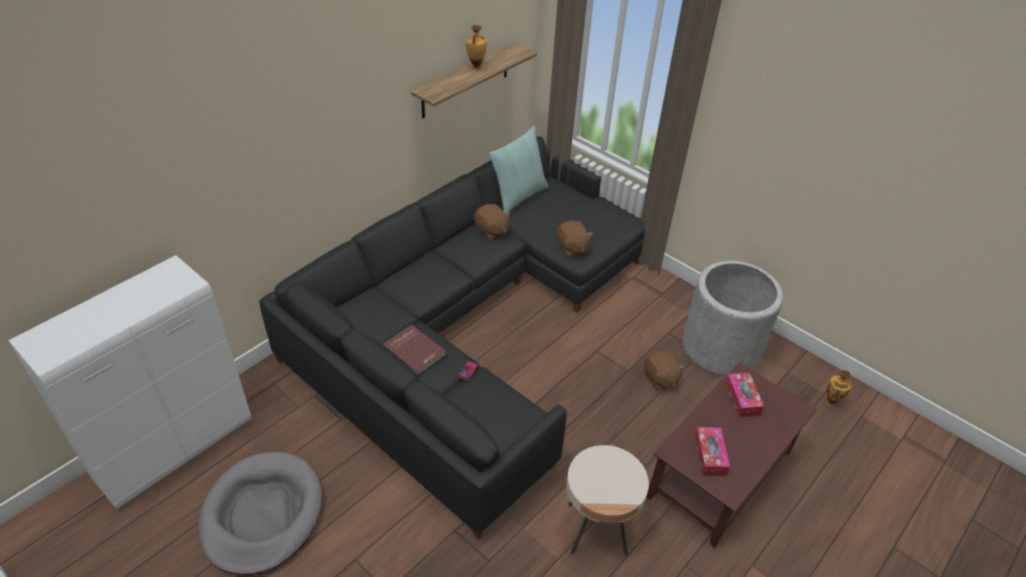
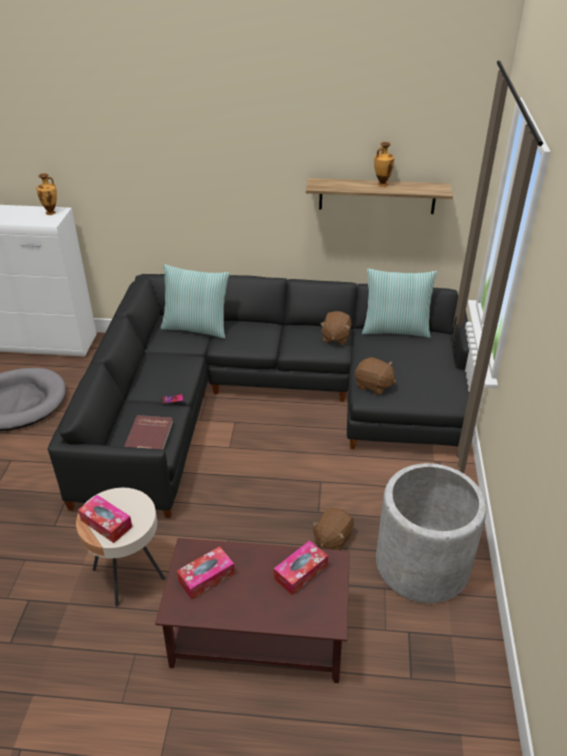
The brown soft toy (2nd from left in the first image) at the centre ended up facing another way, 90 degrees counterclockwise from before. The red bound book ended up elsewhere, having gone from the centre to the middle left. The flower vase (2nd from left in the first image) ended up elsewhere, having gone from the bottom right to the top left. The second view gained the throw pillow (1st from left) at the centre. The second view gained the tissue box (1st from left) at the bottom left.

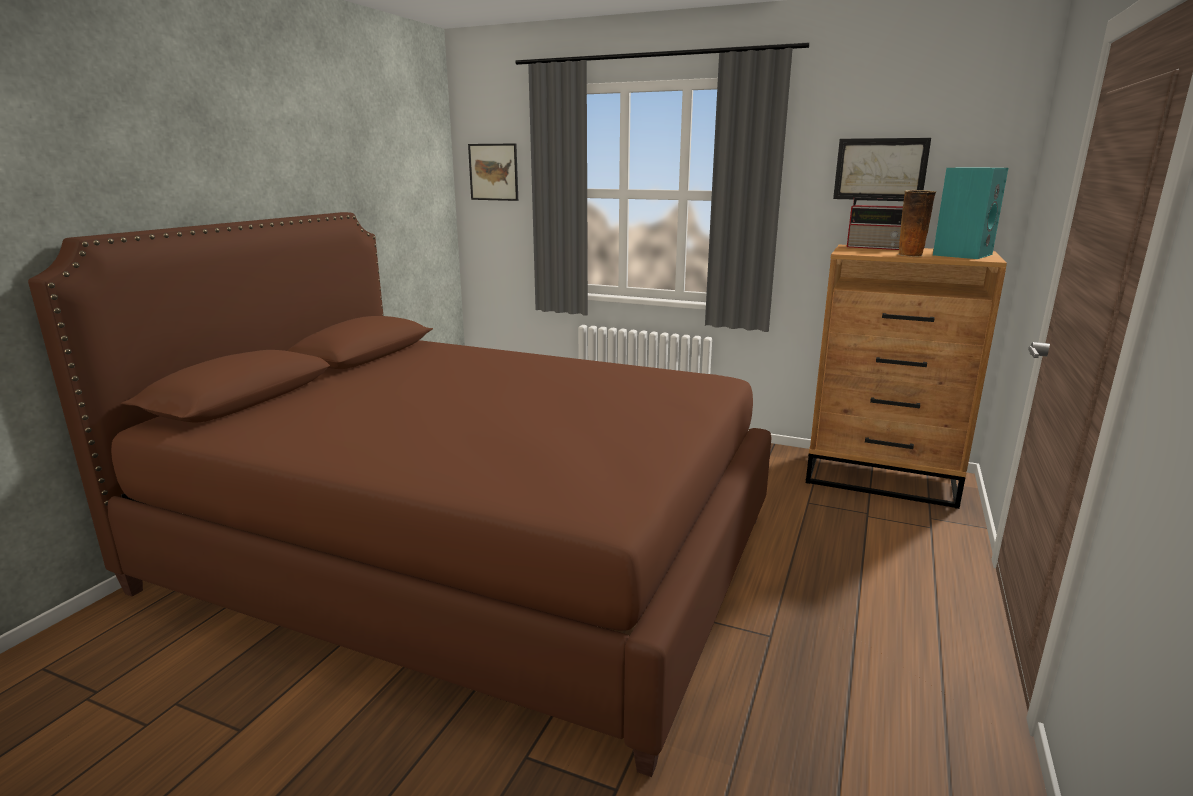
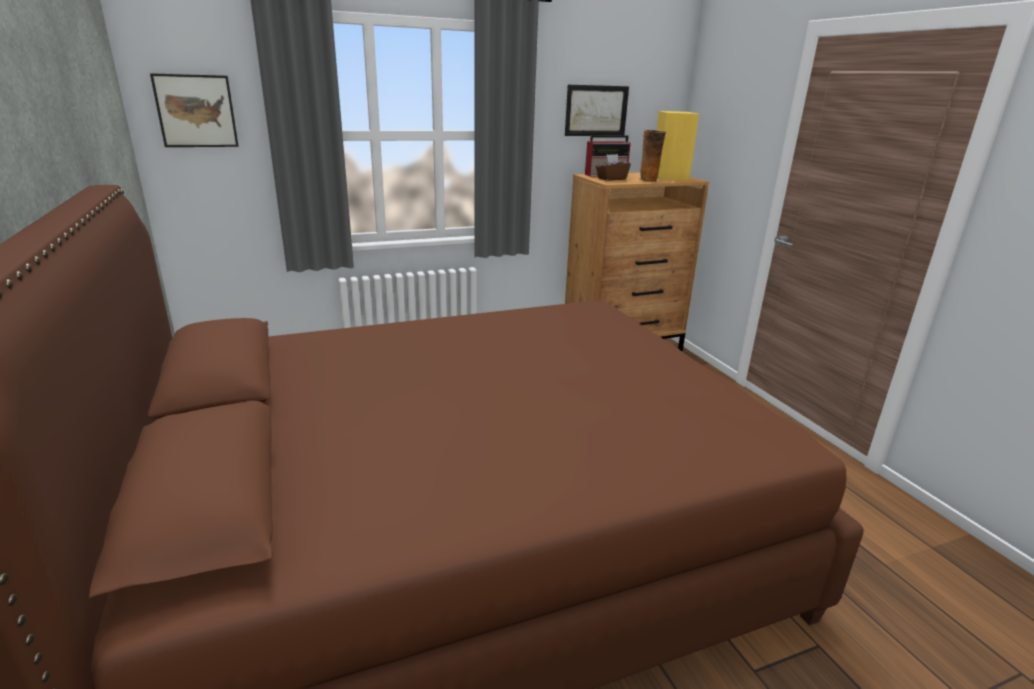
What was the turquoise-coloured loudspeaker at the top right turned into the yellow-coloured loudspeaker at the top centre. The second view gained the brown tissue box at the top centre.

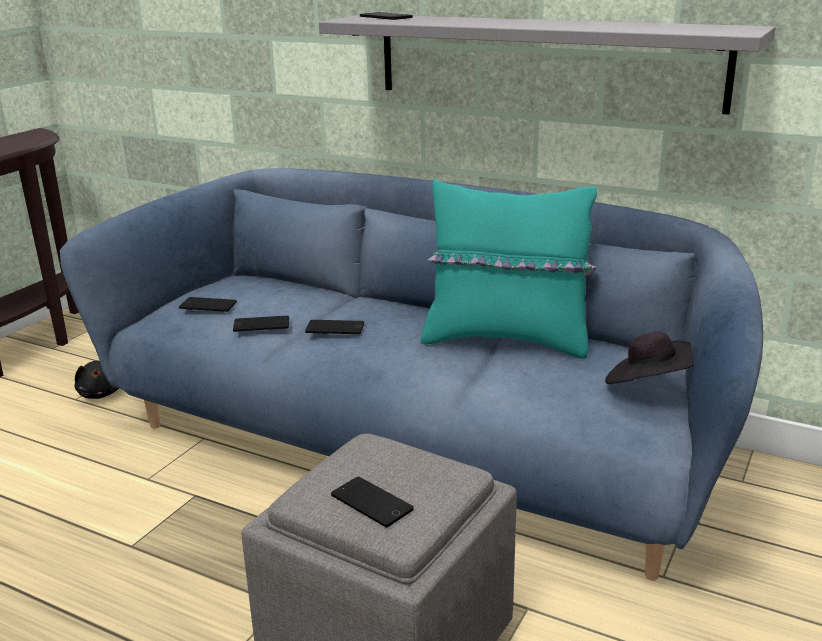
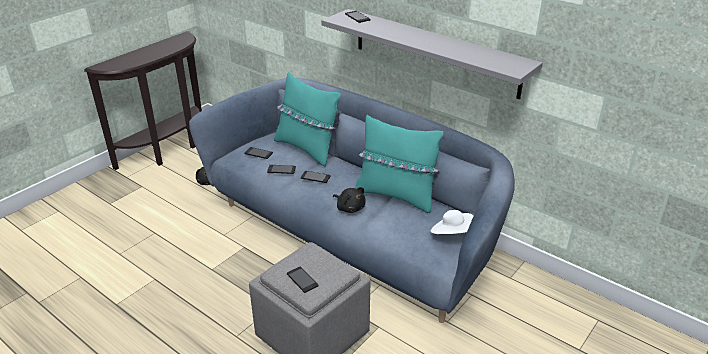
What was the black wearable hat at the middle right turned into the whitish wearable hat at the centre. The second view gained the turquoise-coloured throw pillow (1st from left) at the centre. The second view gained the black soft toy (2nd from left) at the centre.

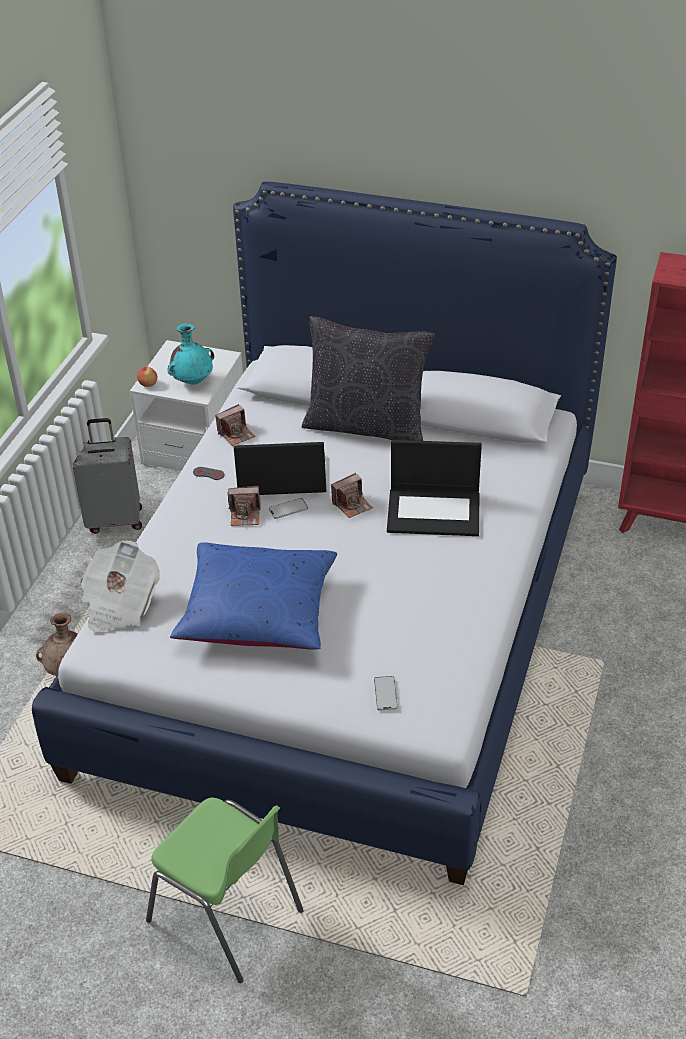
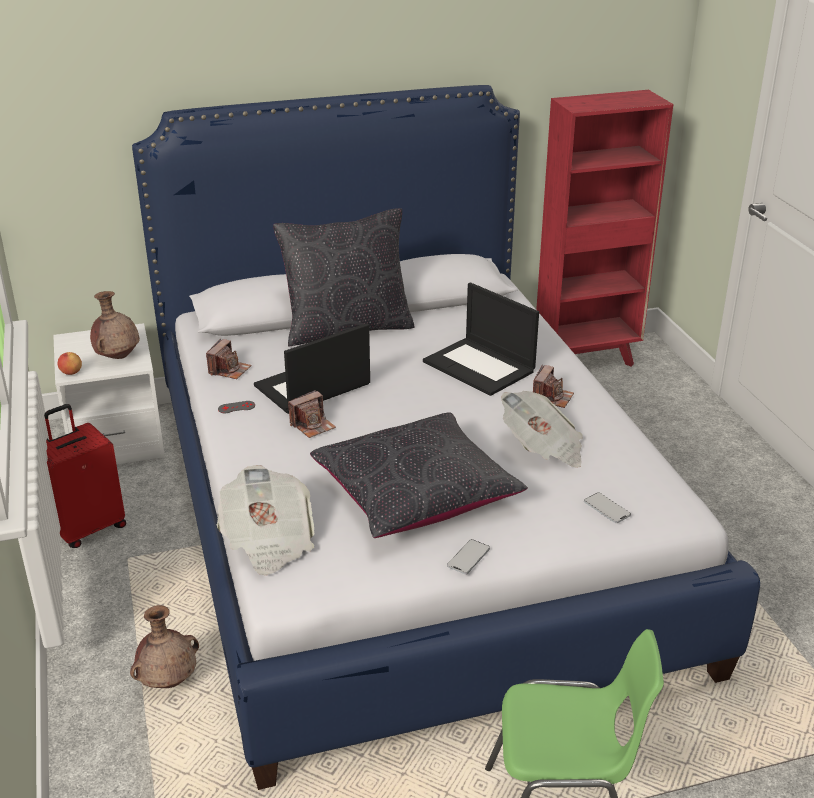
What was the turquoise-coloured flower vase at the middle left turned into the brown flower vase (1st from left) at the middle left. What was the greyish suitcase at the middle left turned into the red suitcase at the middle left. The laptop (2nd from left) at the centre ended up facing another way, 75 degrees clockwise from before. The photo camera (3rd from left) ended up elsewhere, having gone from the centre to the middle right. The telephone (1st from left) ended up elsewhere, having gone from the centre to the bottom centre. What was the blue-coloured throw pillow at the centre turned into the black throw pillow (2nd from left) at the centre. The second view gained the newspaper (2nd from left) at the centre.

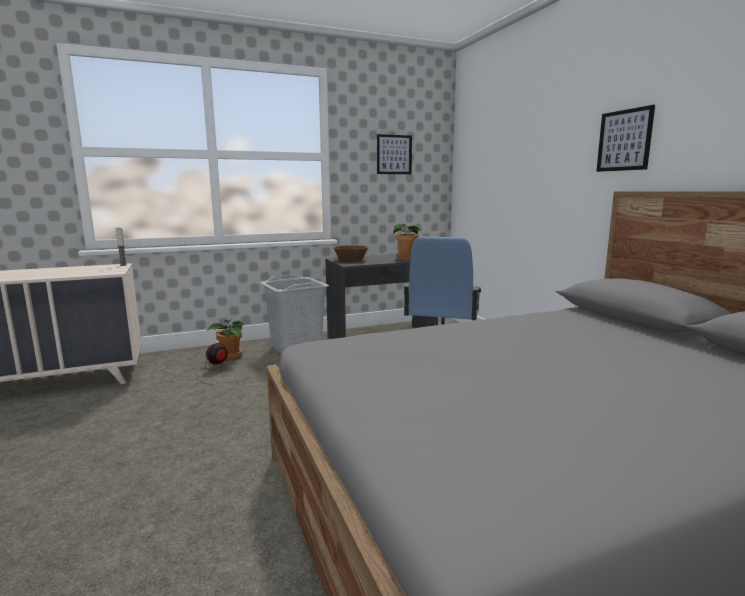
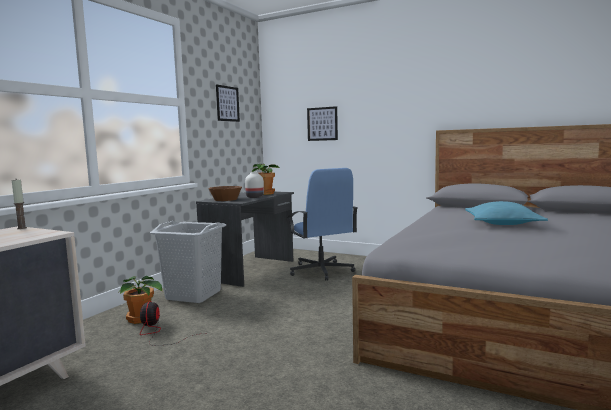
The wall picture (2nd from left) ended up elsewhere, having gone from the top right to the top centre. The second view gained the whitish flower vase at the centre. The second view gained the turquoise-coloured throw pillow at the middle right.

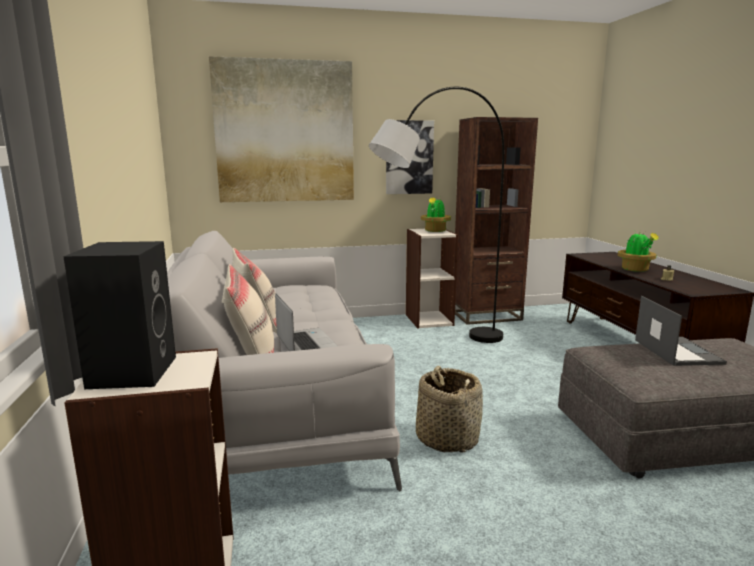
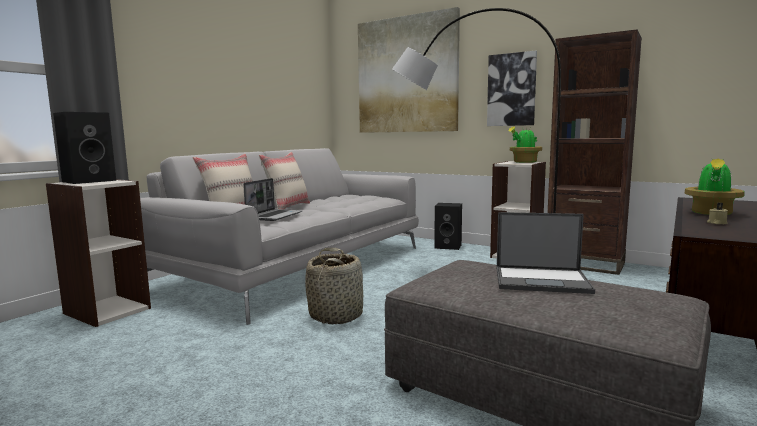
The laptop (2nd from left) at the middle right ended up facing another way, 60 degrees clockwise from before. The second view gained the black loudspeaker (2nd from left) at the centre.

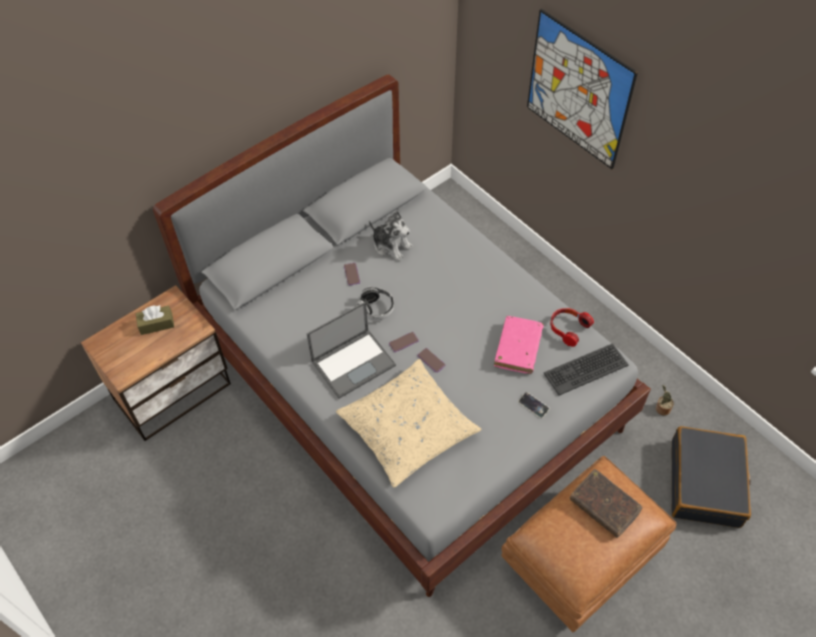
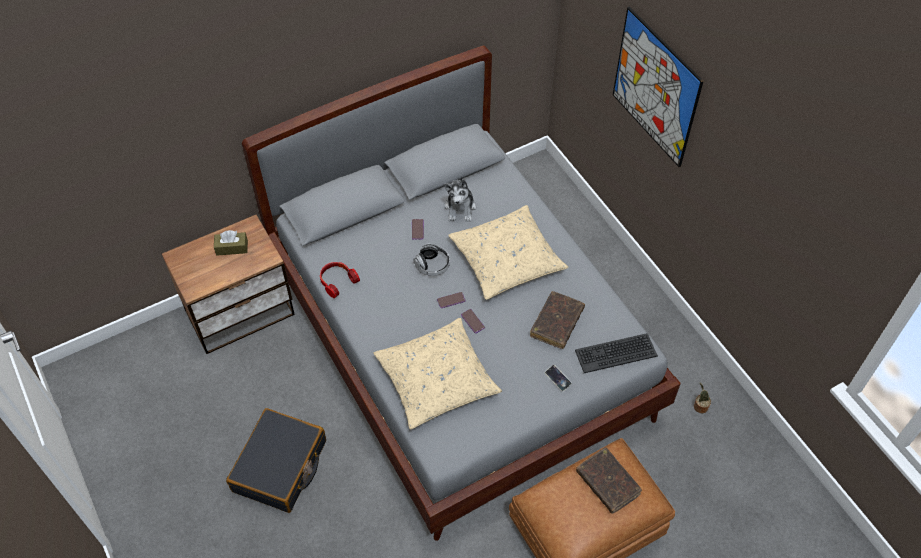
The soft toy at the centre ended up facing another way, 45 degrees clockwise from before. The second view lost the laptop at the centre. The headset (2nd from left in the first image) ended up elsewhere, having gone from the middle right to the centre. What was the pink-coloured bound book at the centre turned into the brown bound book (1st from left) at the centre. The black suitcase ended up elsewhere, having gone from the bottom right to the bottom left. The second view gained the beige throw pillow (2nd from left) at the centre.

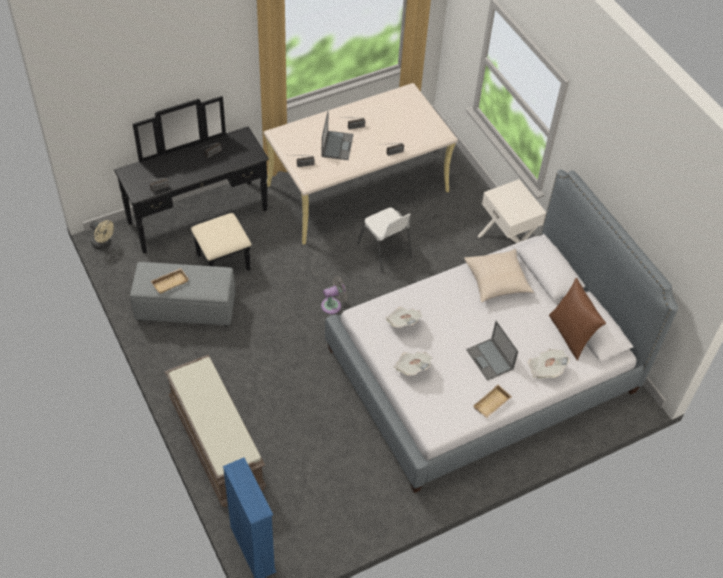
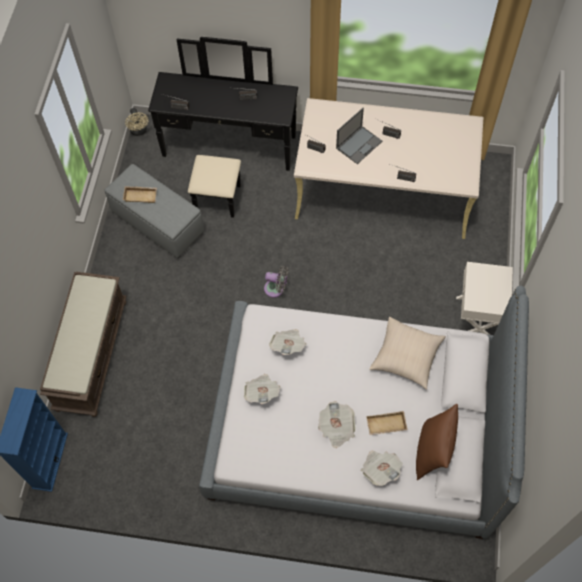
The second view lost the whitish upright chair at the centre. Where the laptop (2nd from left) stood at the middle right, the newspaper (3rd from left) came to stand at the bottom centre. The beige carrying tray (2nd from left) ended up elsewhere, having gone from the bottom right to the bottom centre.

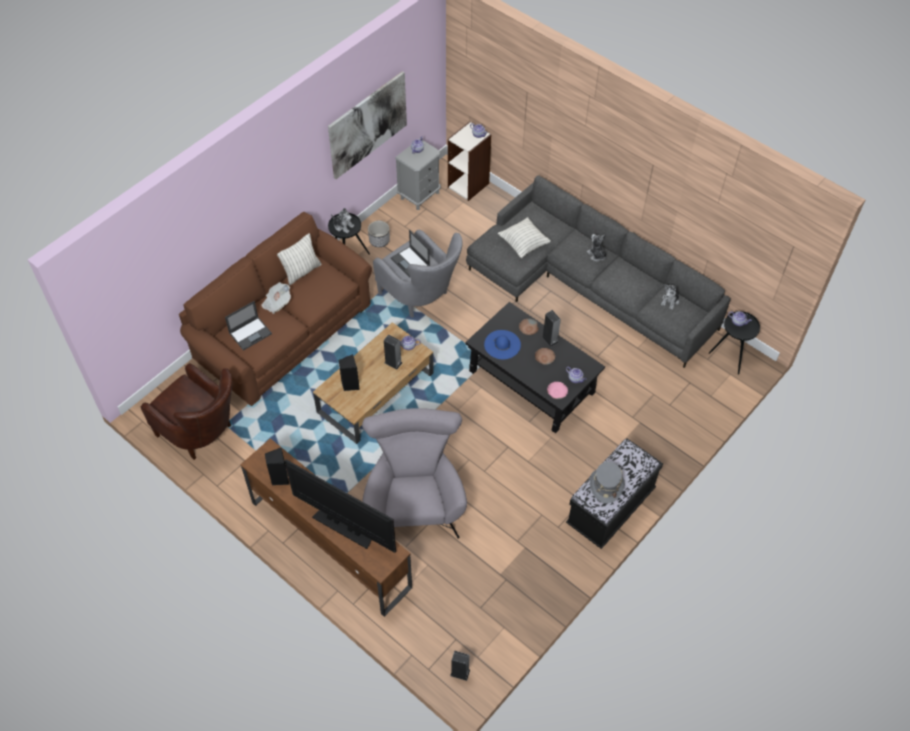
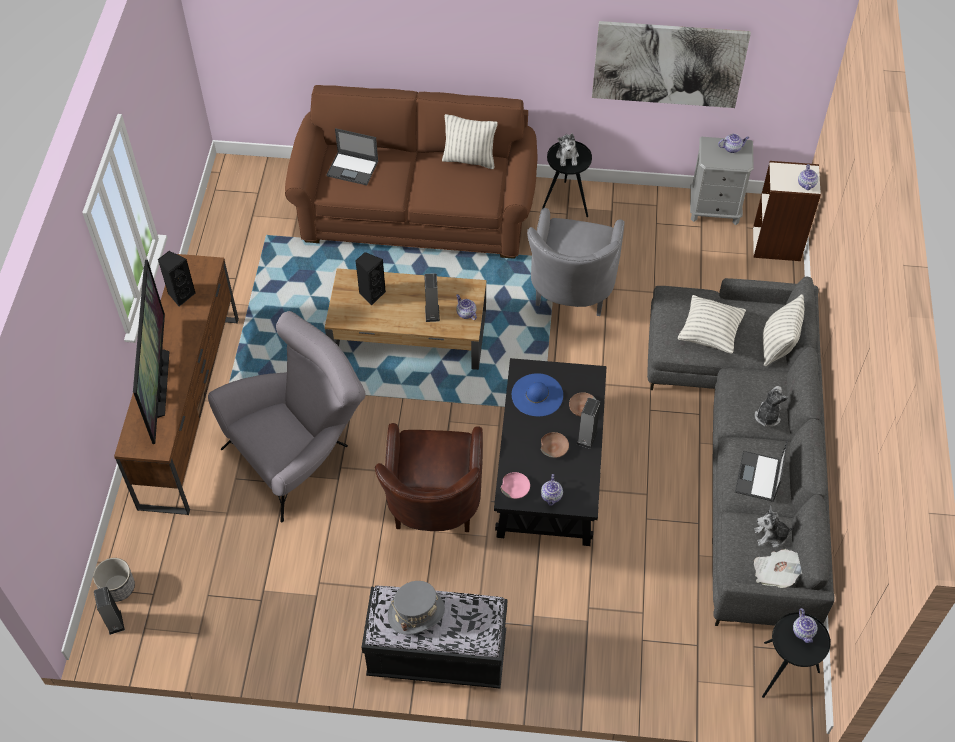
The planter ended up elsewhere, having gone from the top centre to the bottom left. The laptop (2nd from left) ended up elsewhere, having gone from the centre to the middle right. The newspaper ended up elsewhere, having gone from the middle left to the bottom right. The brown lounge chair ended up elsewhere, having gone from the middle left to the centre. The second view gained the throw pillow (3rd from left) at the middle right.

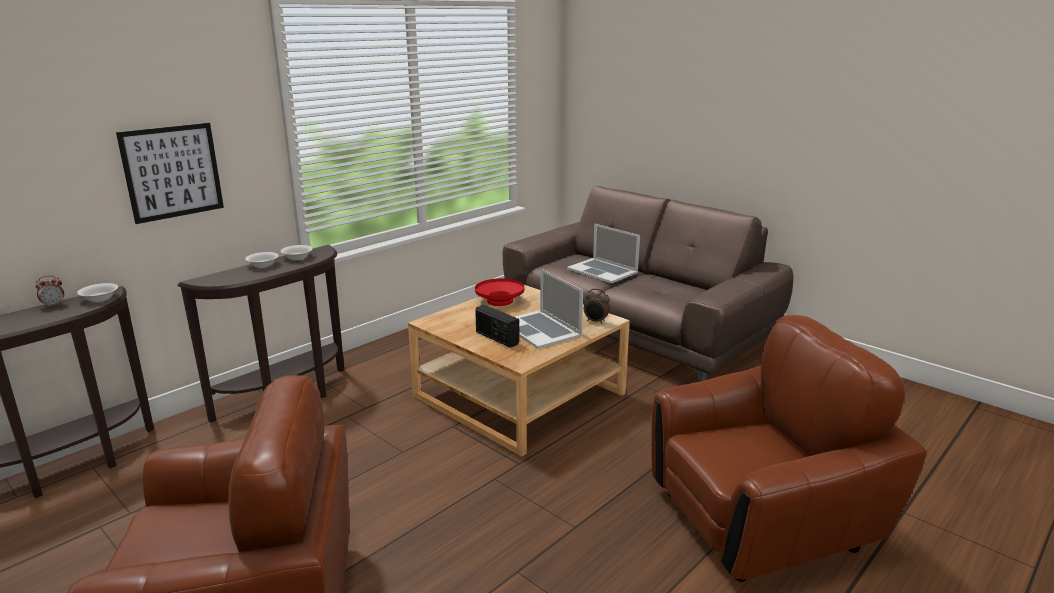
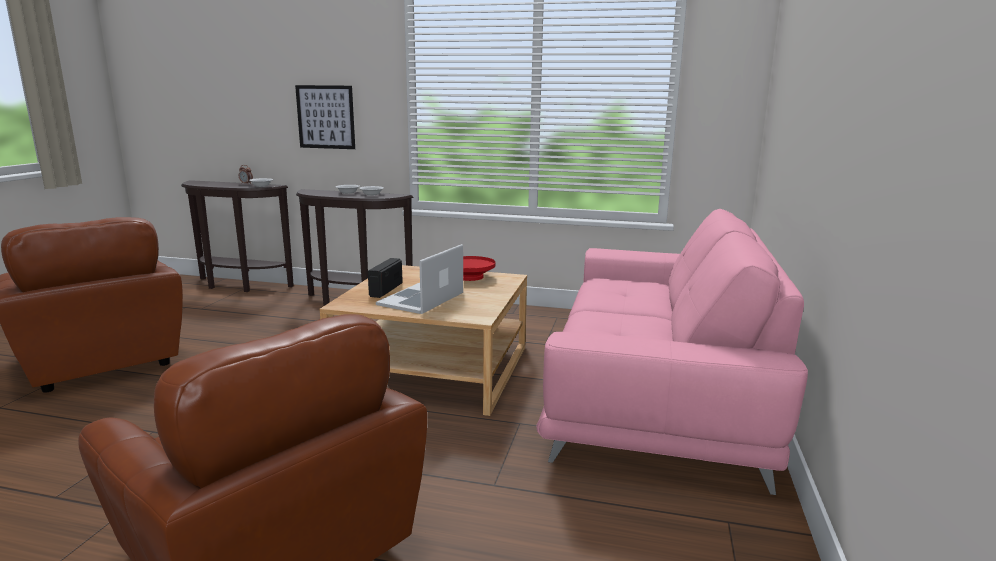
What was the brown couch at the centre turned into the pink-coloured couch at the middle right. The second view lost the laptop (2nd from left) at the centre. The second view lost the table clock (2nd from left) at the centre.

